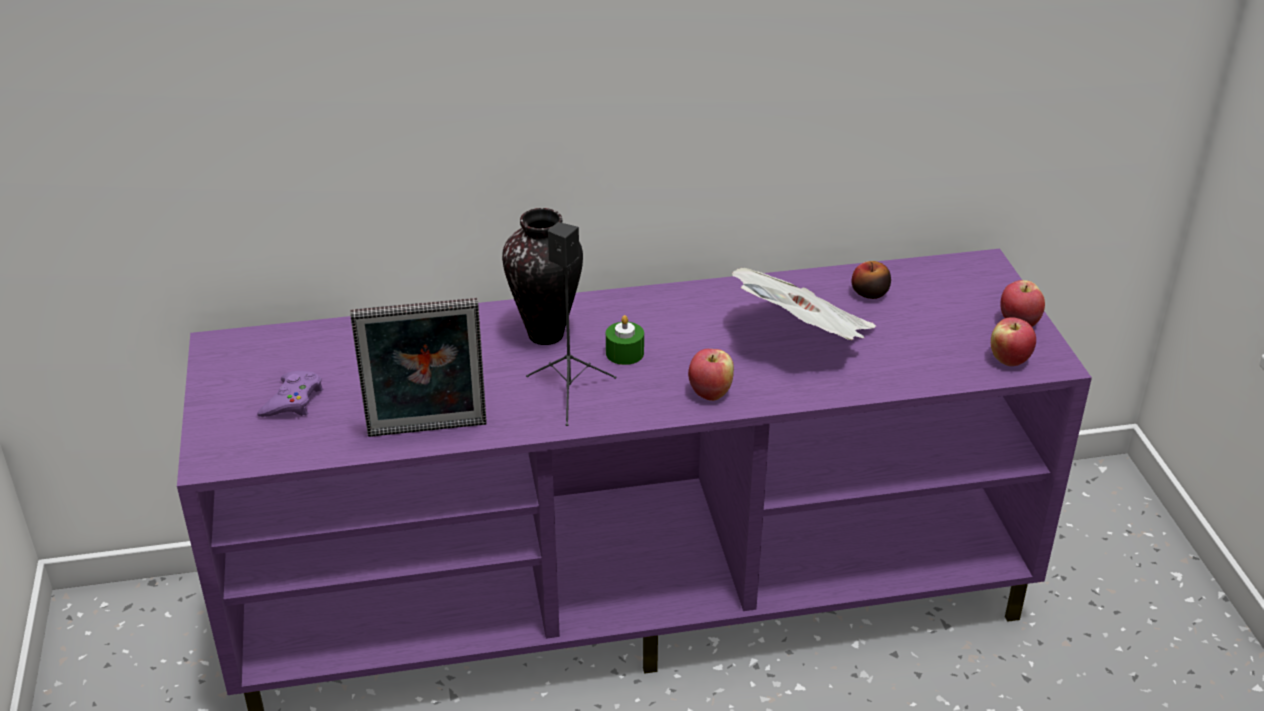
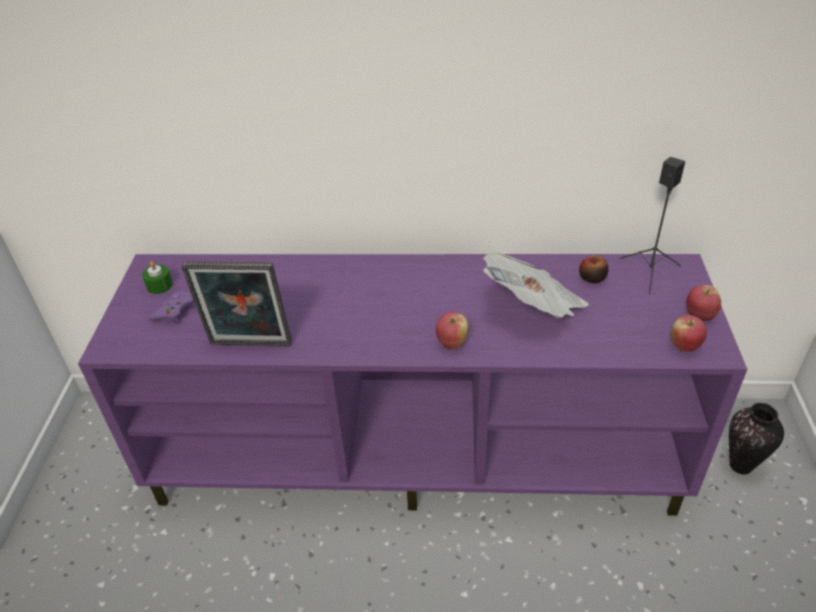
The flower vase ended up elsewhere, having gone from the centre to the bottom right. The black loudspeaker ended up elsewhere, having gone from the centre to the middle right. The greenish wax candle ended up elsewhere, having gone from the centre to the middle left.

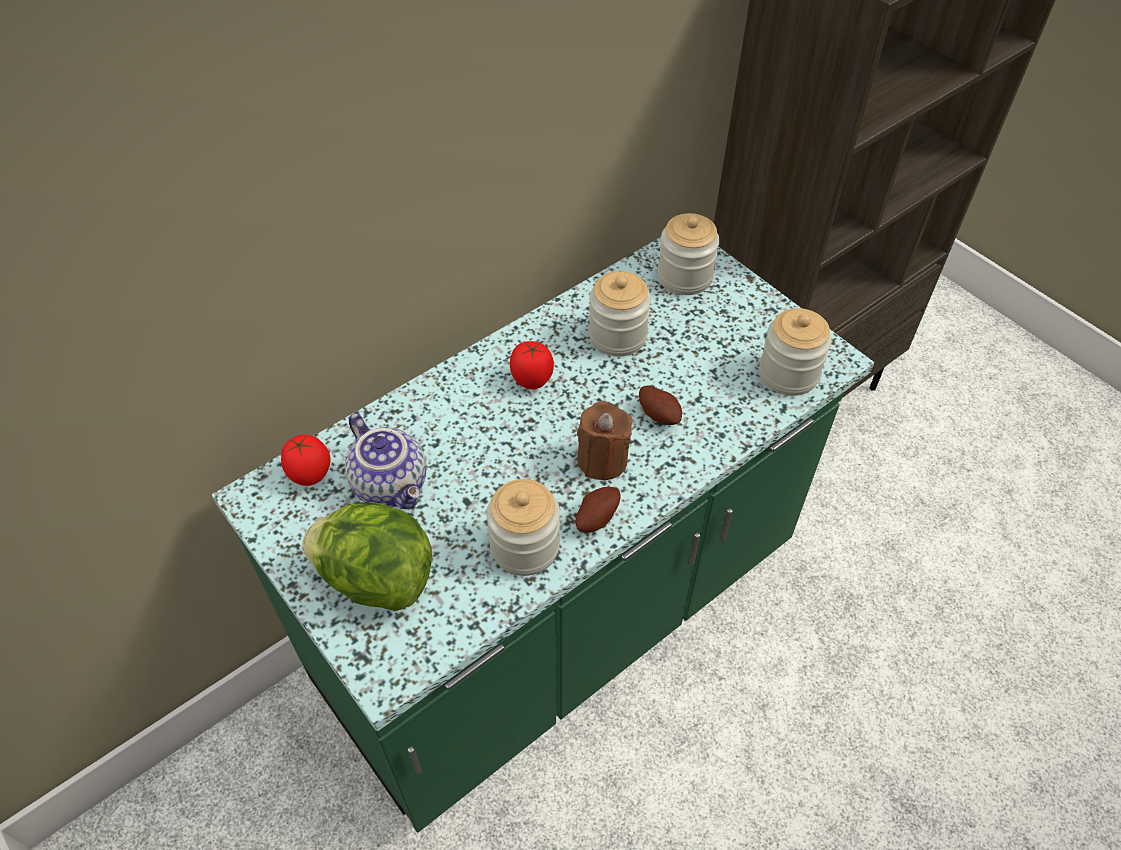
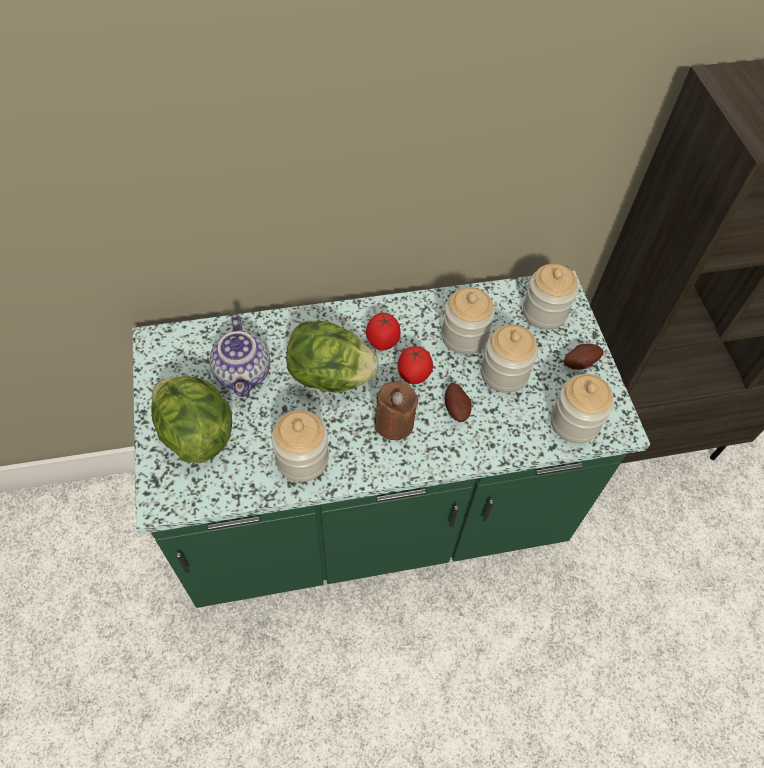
The tomato (1st from left in the first image) ended up elsewhere, having gone from the middle left to the centre. The potato (1st from left in the first image) ended up elsewhere, having gone from the centre to the middle right. The second view gained the lettuce head (2nd from left) at the centre. The second view gained the jar (3rd from left) at the centre.

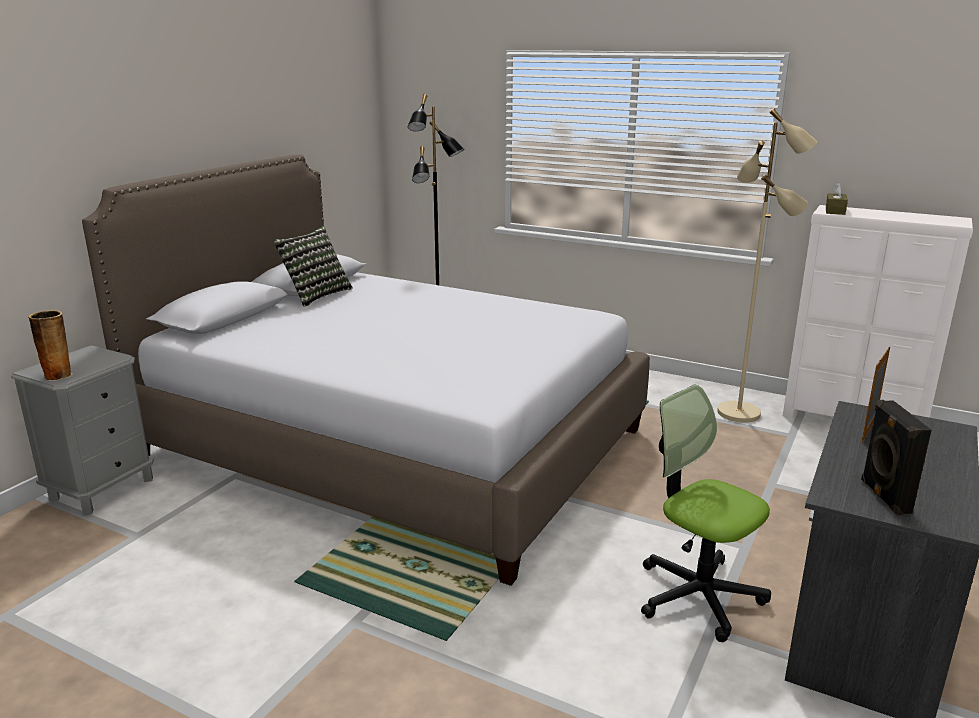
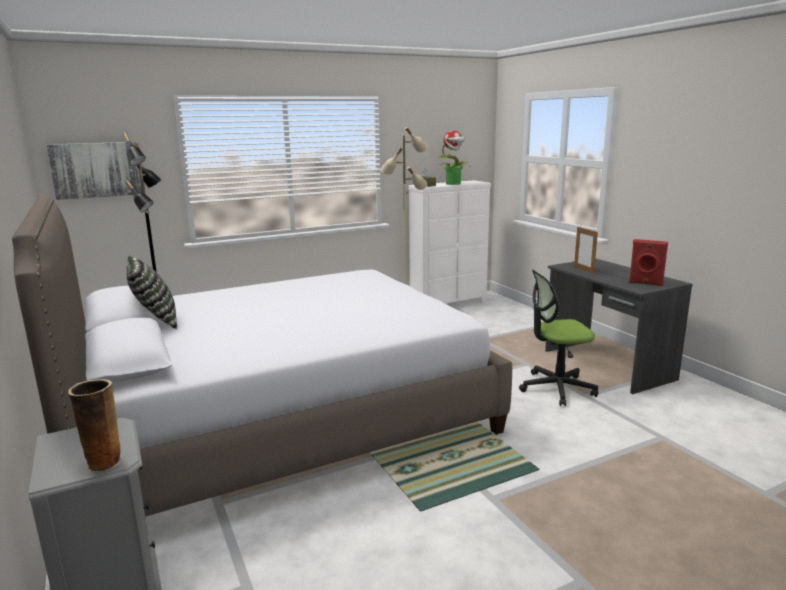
What was the black loudspeaker at the middle right turned into the red loudspeaker at the middle right. The second view gained the potted plant at the top centre. The second view gained the wall picture at the top left.

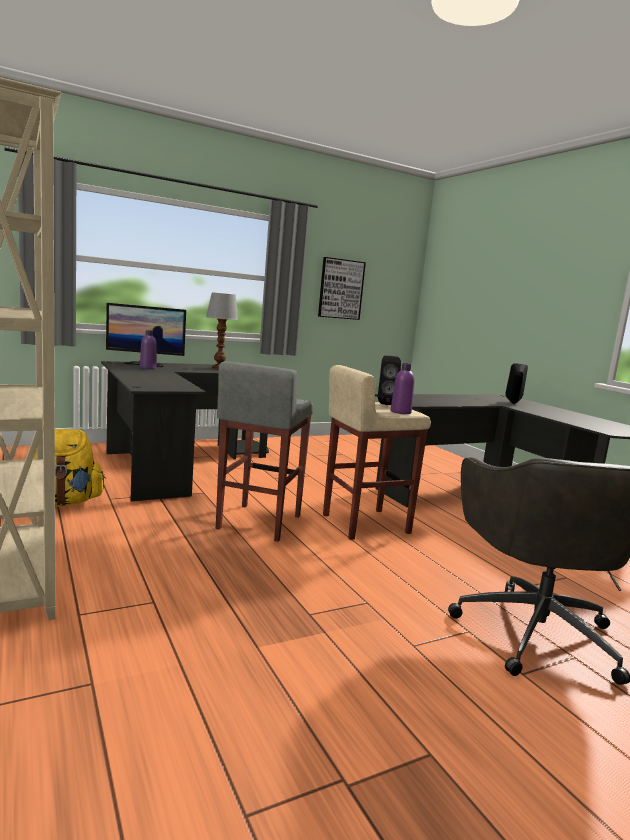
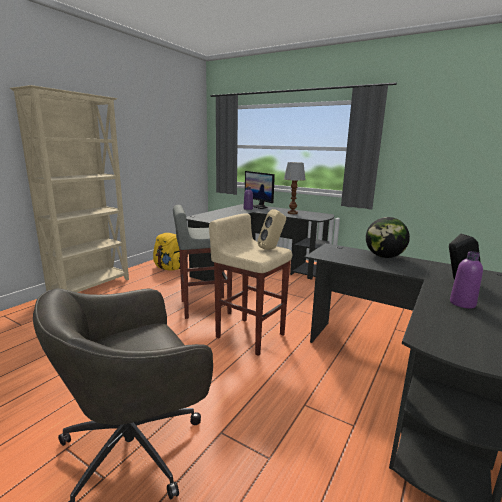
The second view lost the wall picture at the centre. What was the black loudspeaker (1st from left) at the centre turned into the beige loudspeaker at the centre. The purple beverage bottle (2nd from left) ended up elsewhere, having gone from the centre to the middle right. The second view gained the globe at the middle right.

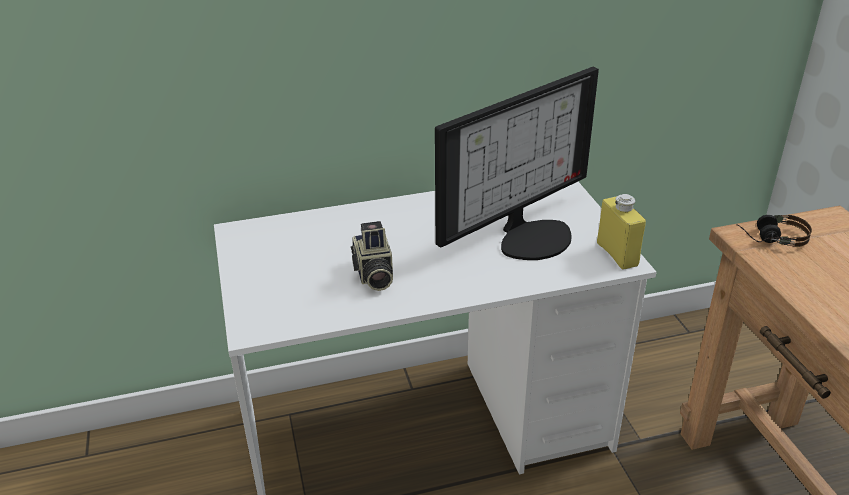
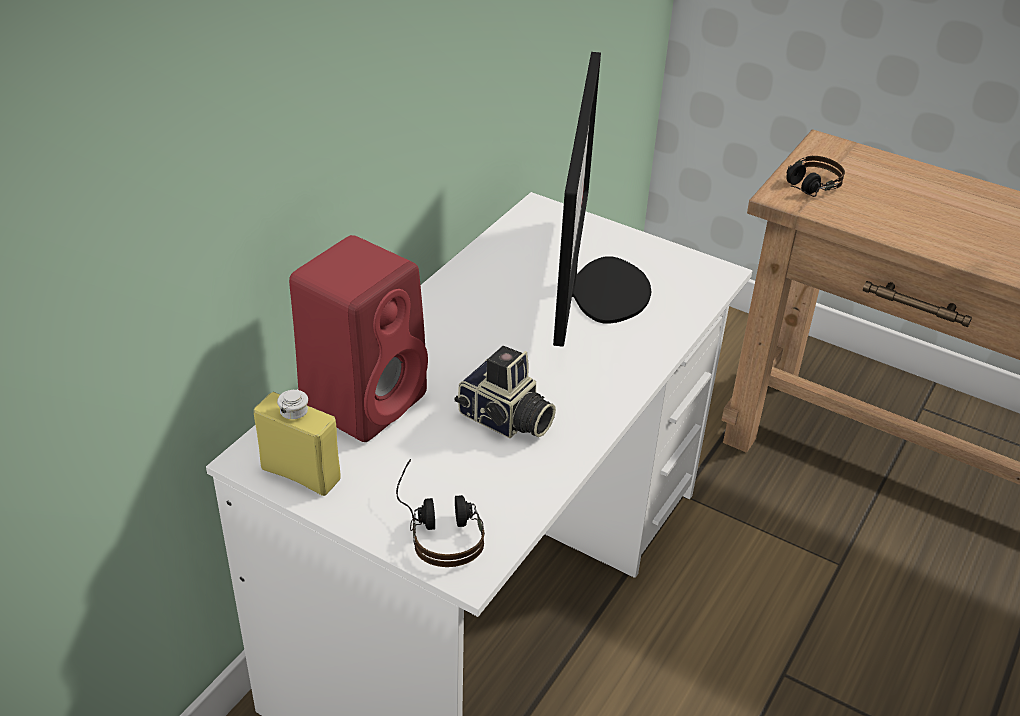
The yellow-coloured beverage bottle ended up elsewhere, having gone from the middle right to the middle left. The second view gained the red loudspeaker at the centre. The second view gained the headset (1st from left) at the bottom centre.

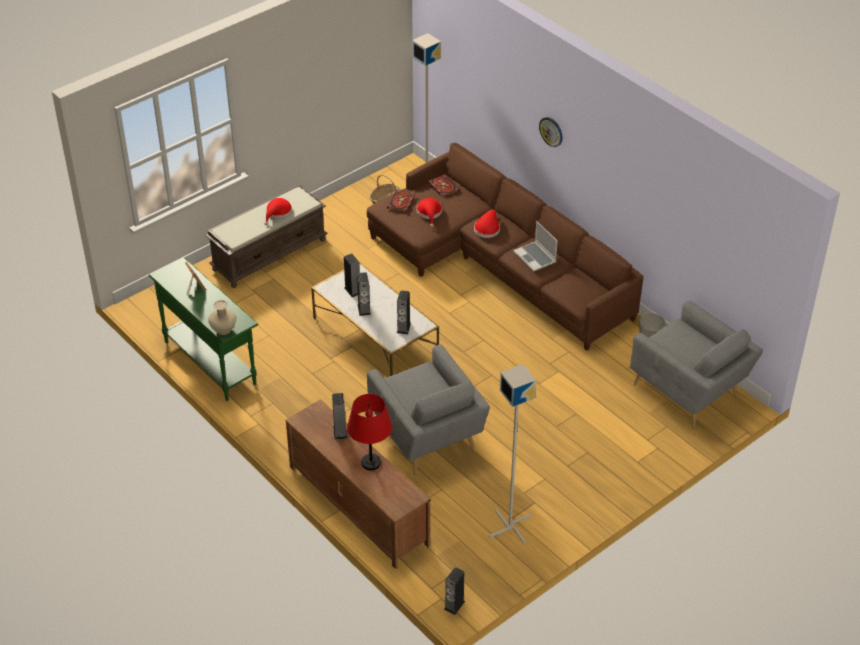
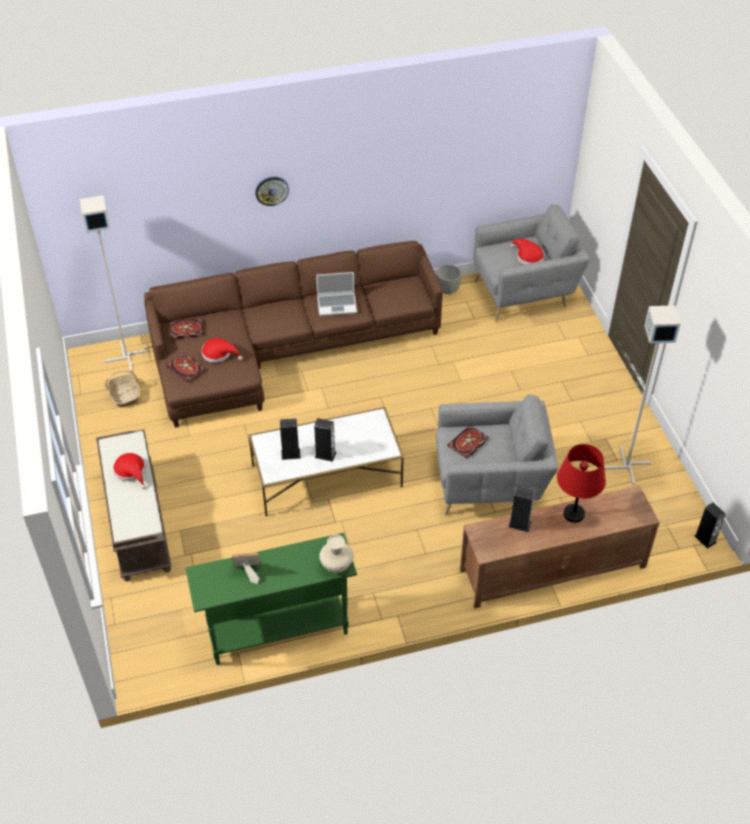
The red wearable hat (3rd from left) ended up elsewhere, having gone from the centre to the top right. The second view lost the loudspeaker (4th from left) at the centre. The second view gained the bound book (3rd from left) at the centre.

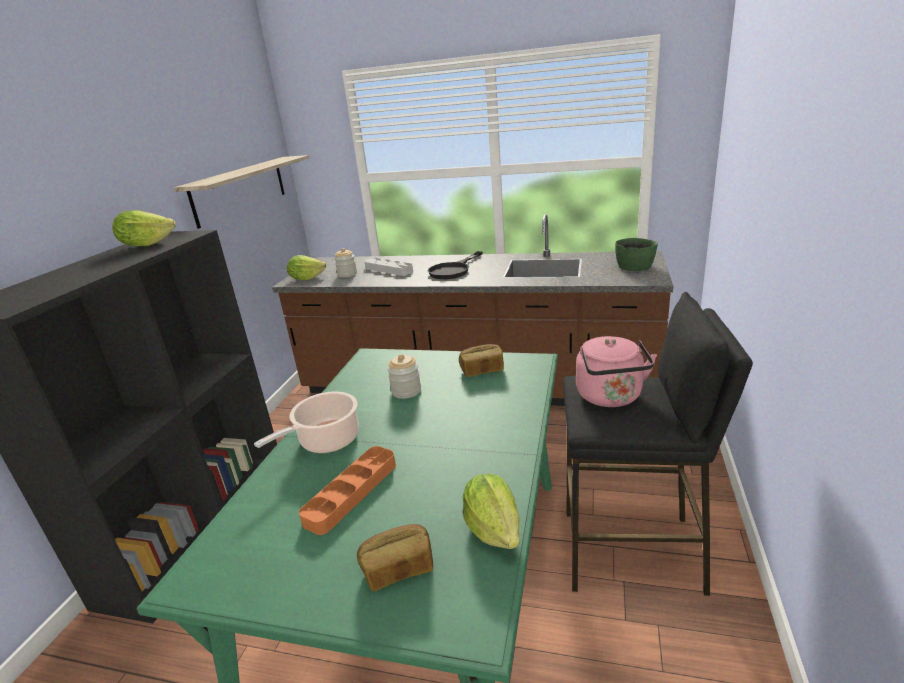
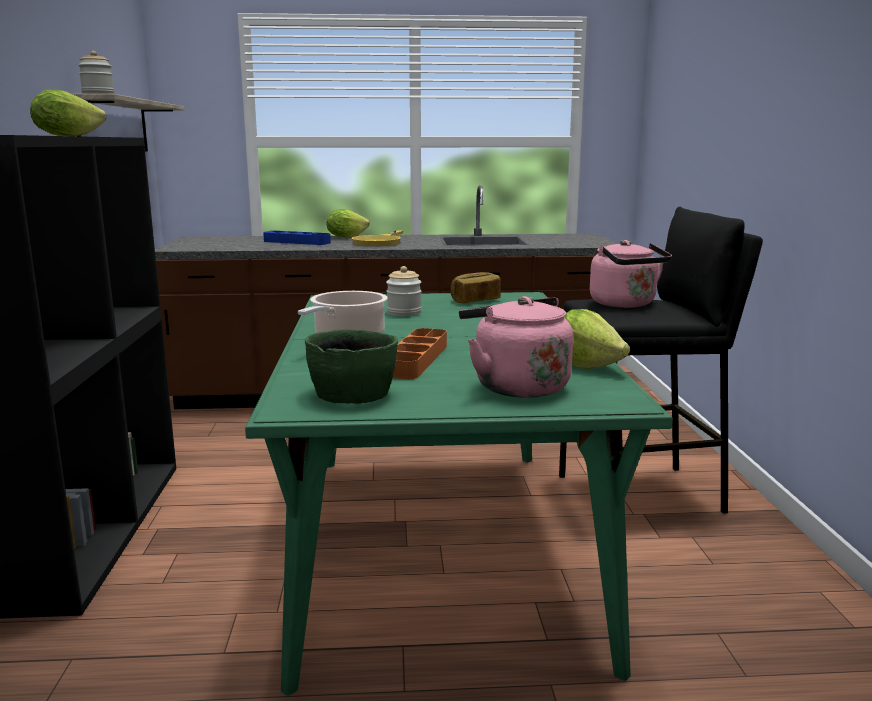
The greenish bowl ended up elsewhere, having gone from the middle right to the centre. The jar (1st from left) ended up elsewhere, having gone from the centre to the top left. What was the black frying pan at the centre turned into the yellow-coloured frying pan at the centre. The lettuce head (2nd from left) ended up elsewhere, having gone from the centre to the top centre. What was the greyish carrying tray at the centre turned into the blue-coloured carrying tray at the centre. Where the baked bread (1st from left) stood at the bottom centre, the pink-coloured water kettle (1st from left) came to stand at the centre.

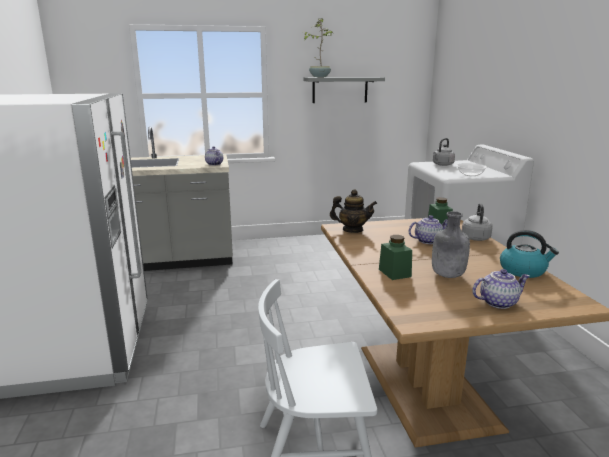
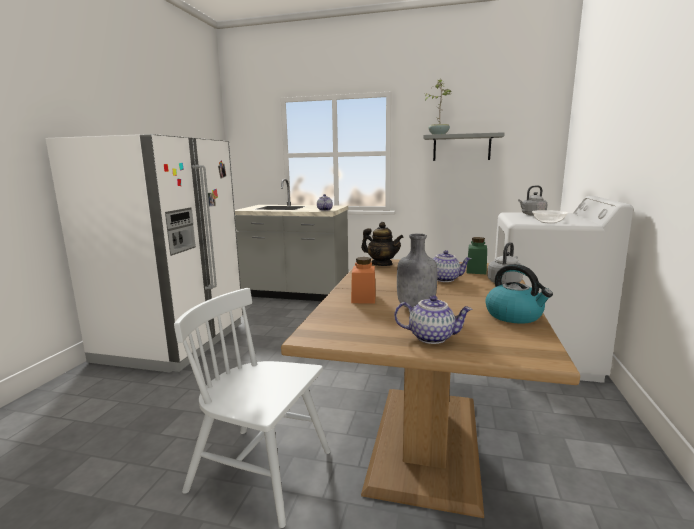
What was the greenish jar (1st from left) at the centre turned into the orange jar at the centre.

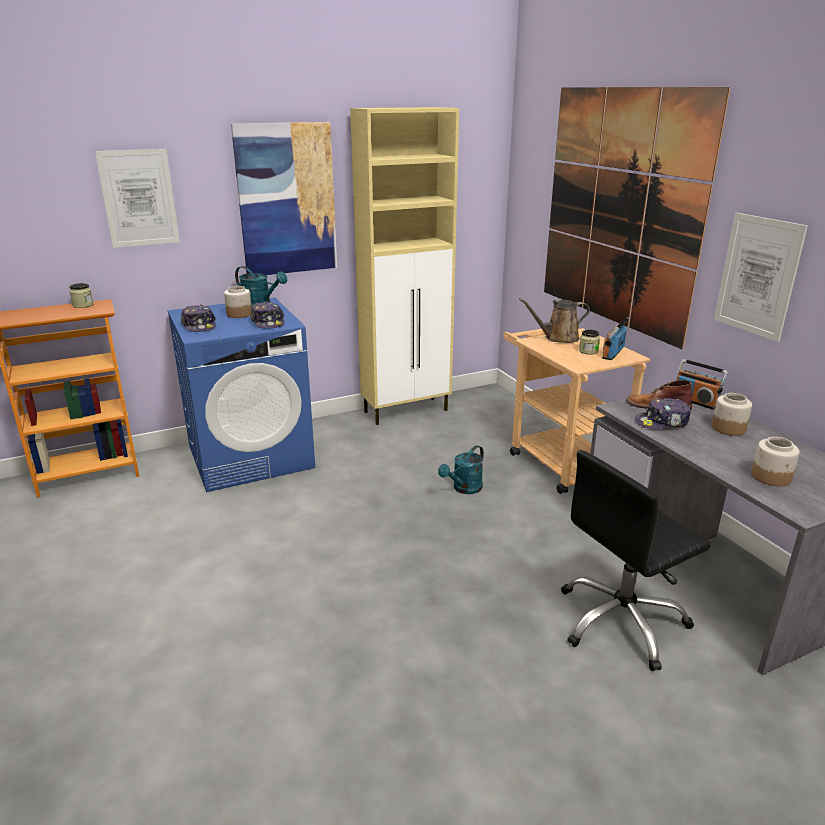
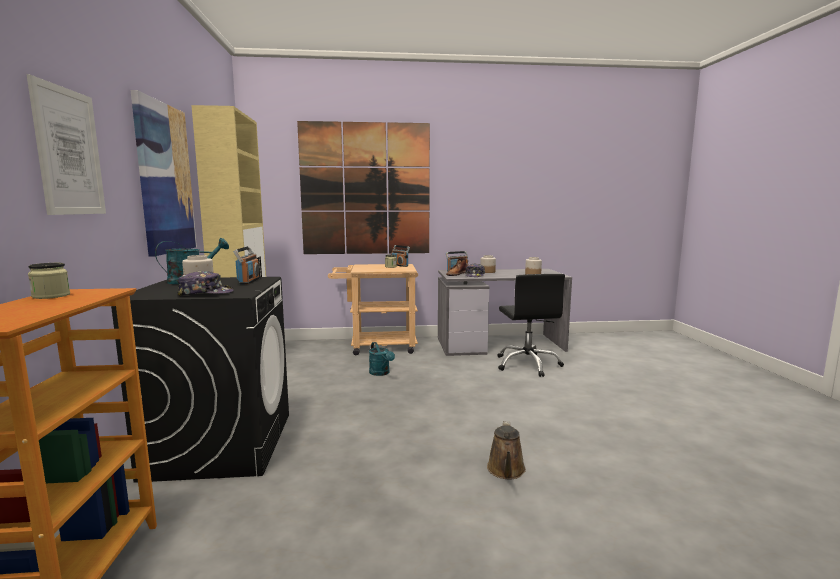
The second view lost the wall picture (4th from left) at the middle right. What was the blue-coloured laundry machine at the middle left turned into the black laundry machine at the middle left. The brown sprinkling can ended up elsewhere, having gone from the middle right to the bottom centre. Where the baseball cap (2nd from left) stood at the middle left, the radio receiver (1st from left) came to stand at the middle left.

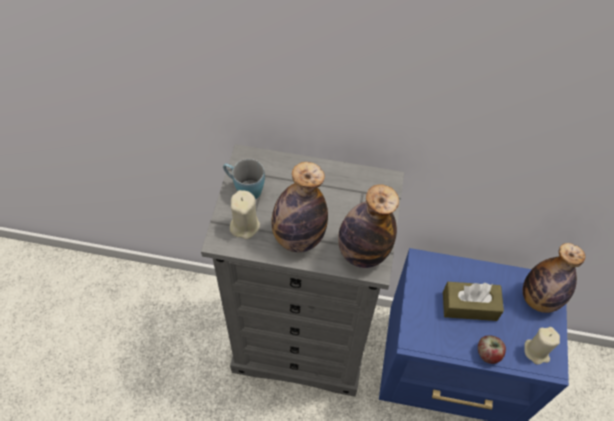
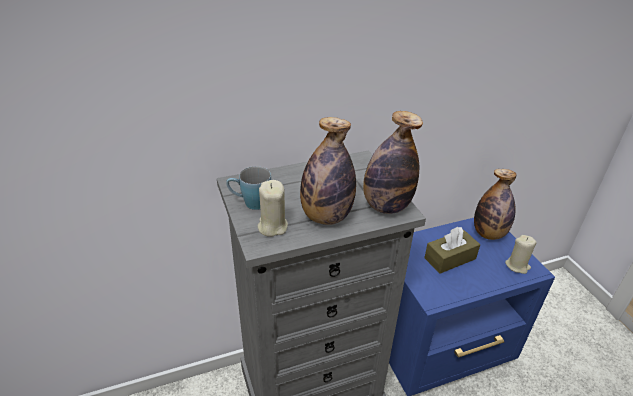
The second view lost the whole apple at the bottom right.

